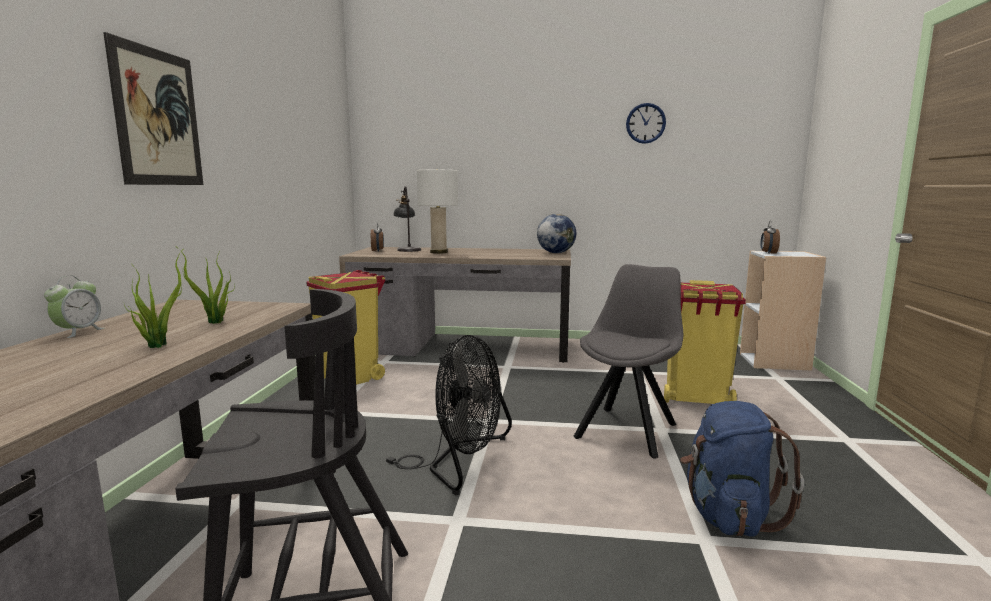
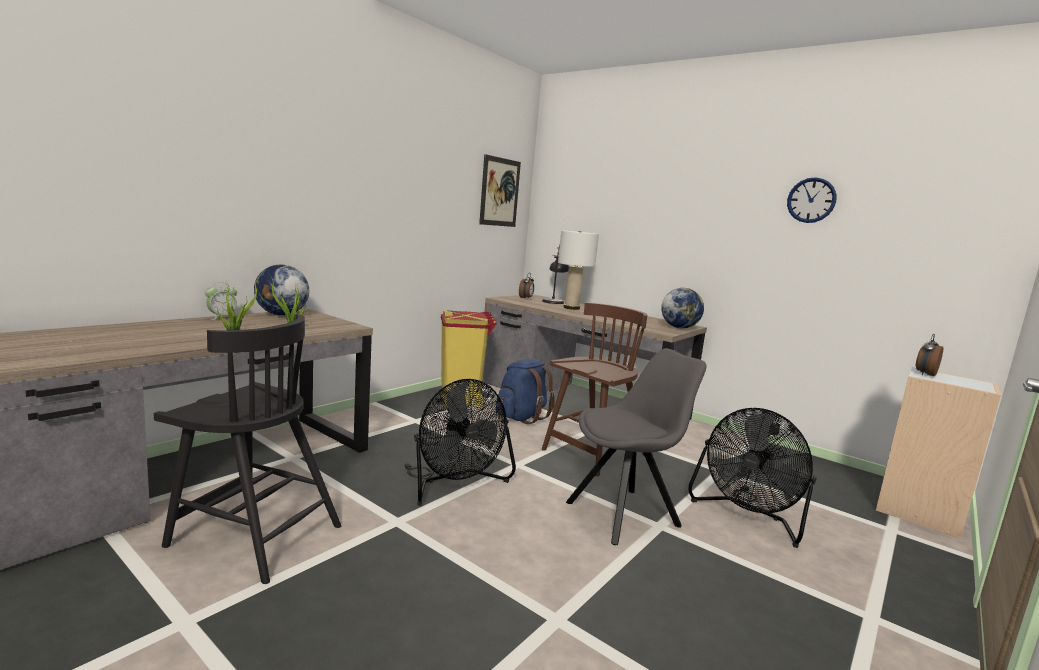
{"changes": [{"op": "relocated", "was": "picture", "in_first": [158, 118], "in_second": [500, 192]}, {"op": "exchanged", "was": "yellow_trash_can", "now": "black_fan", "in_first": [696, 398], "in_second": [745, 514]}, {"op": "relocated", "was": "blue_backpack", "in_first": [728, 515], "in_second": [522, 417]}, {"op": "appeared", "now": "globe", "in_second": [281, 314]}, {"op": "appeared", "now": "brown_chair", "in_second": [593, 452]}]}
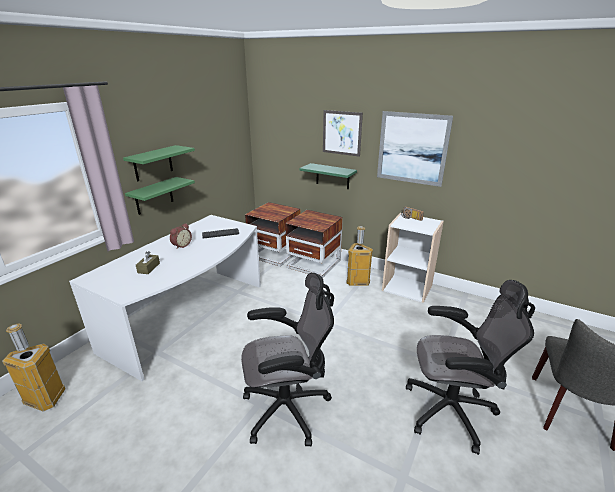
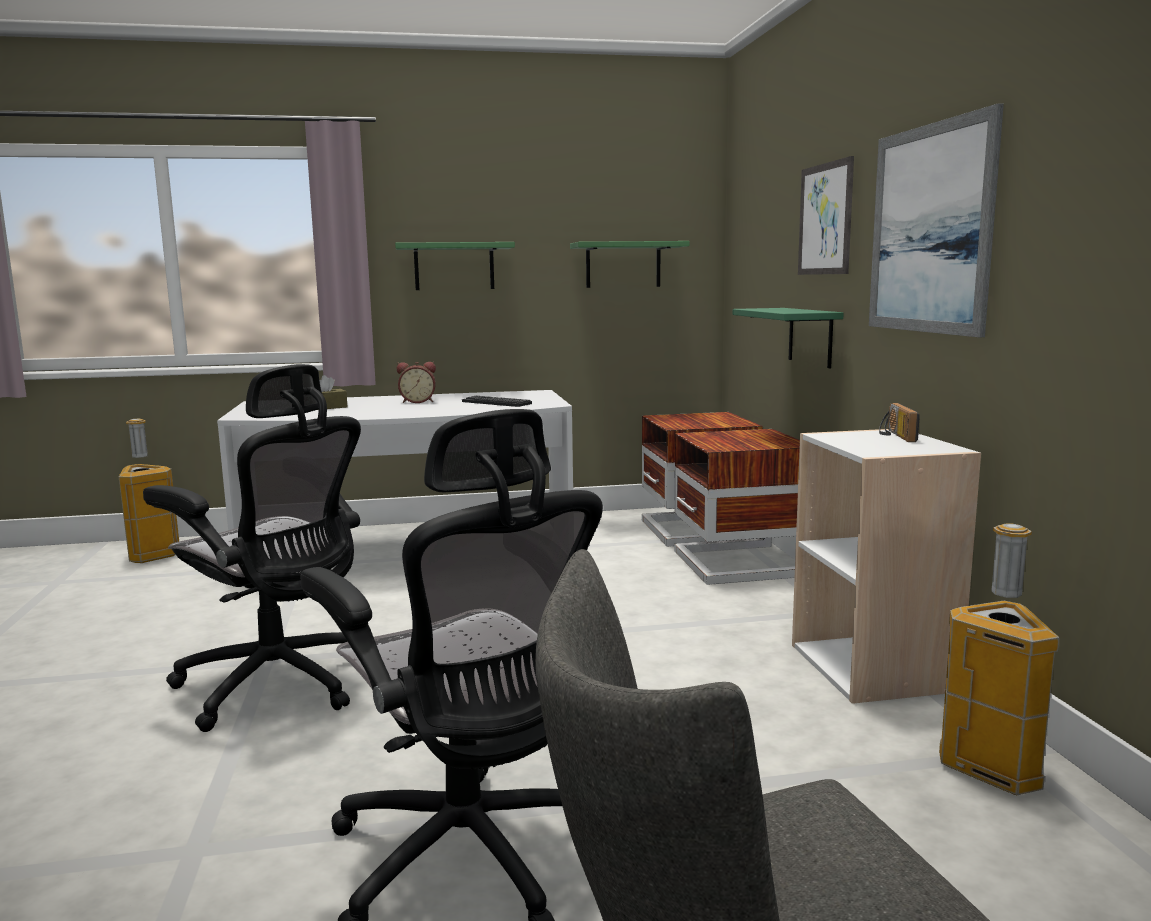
{"changes": [{"op": "relocated", "was": "green_shelf", "in_first": [154, 196], "in_second": [623, 265]}, {"op": "relocated", "was": "trash_can", "in_first": [358, 282], "in_second": [992, 771]}]}
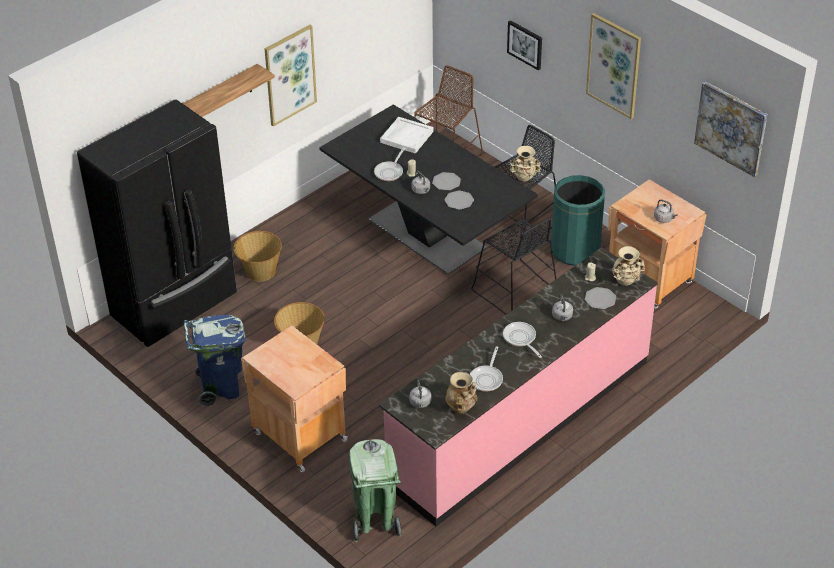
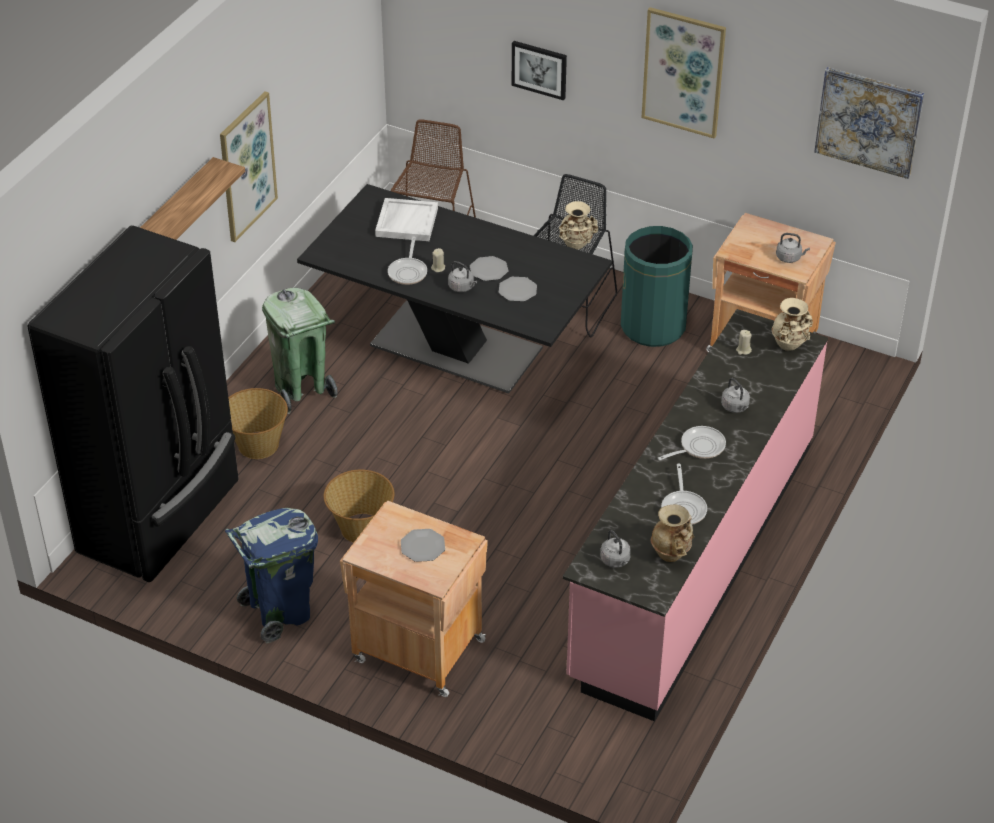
{"changes": [{"op": "missing", "was": "black_stool", "in_first": [514, 289]}, {"op": "relocated", "was": "plate", "in_first": [600, 299], "in_second": [422, 546]}, {"op": "spun", "was": "frying_pan", "in_first": [520, 339], "in_second": [699, 447], "clockwise": 105}, {"op": "relocated", "was": "green_trash_can", "in_first": [375, 521], "in_second": [302, 389]}]}
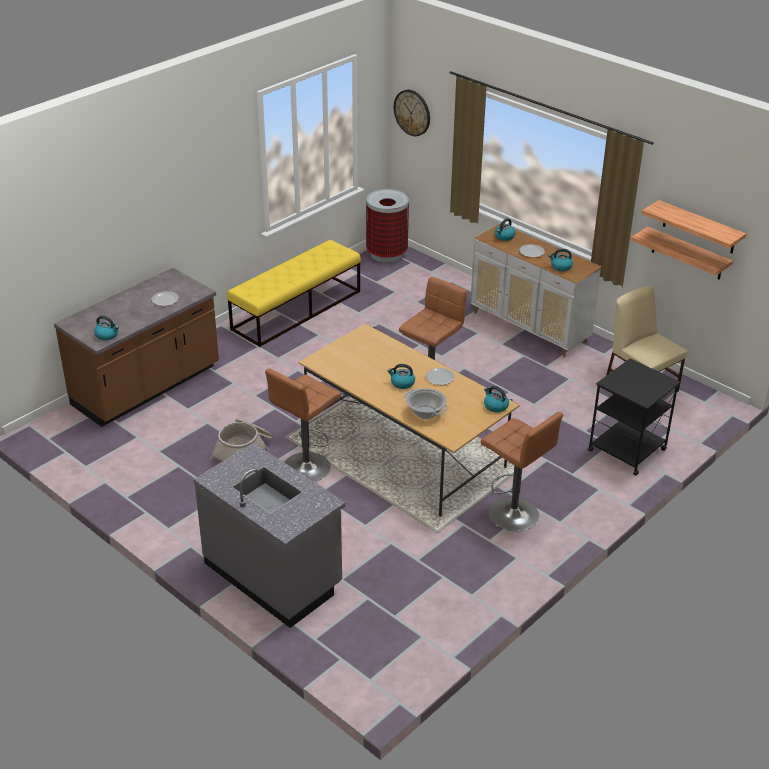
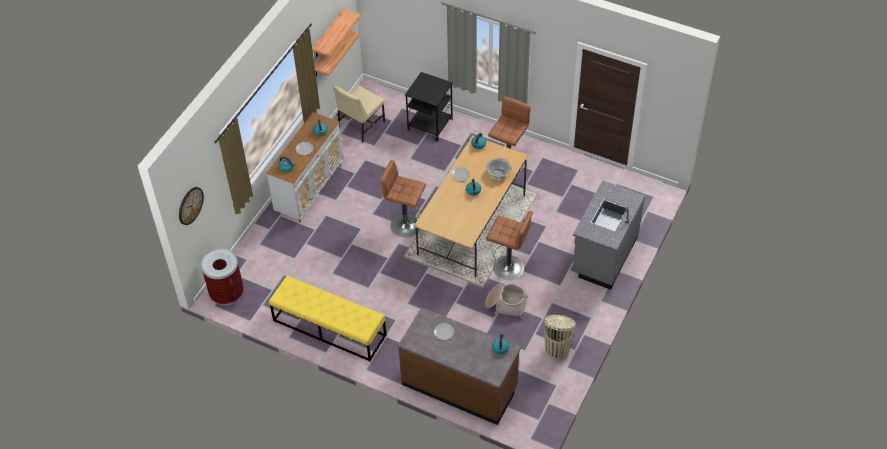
{"changes": [{"op": "appeared", "now": "beige_trash_can", "in_second": [557, 349]}]}
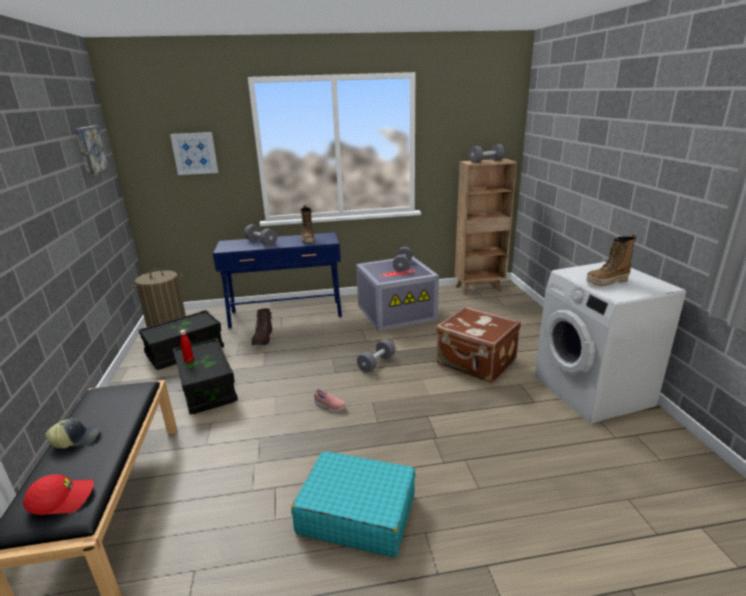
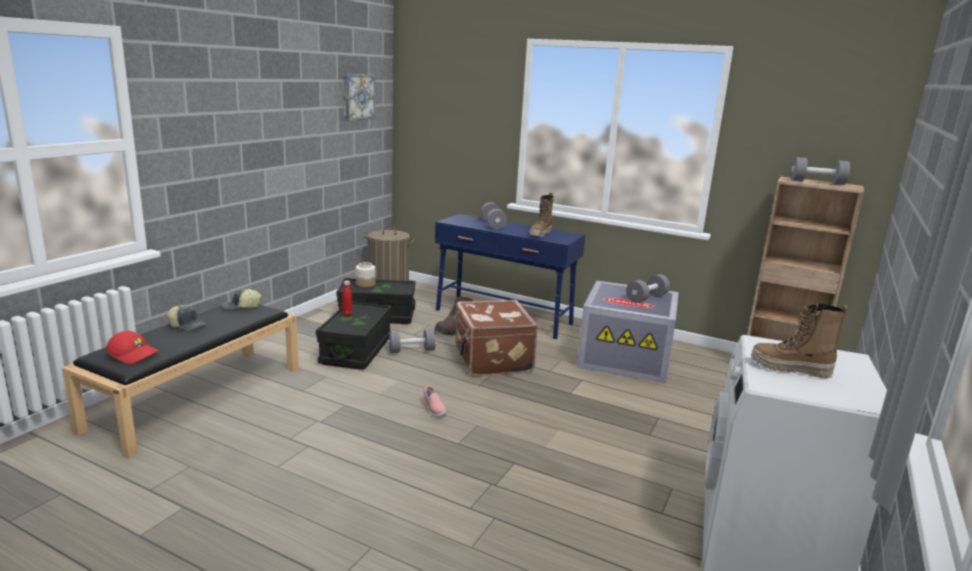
{"changes": [{"op": "missing", "was": "picture", "in_first": [195, 153]}, {"op": "relocated", "was": "brown_suitcase", "in_first": [476, 363], "in_second": [491, 360]}, {"op": "relocated", "was": "grey_dumbbell", "in_first": [376, 363], "in_second": [411, 350]}, {"op": "missing", "was": "turquoise_suitcase", "in_first": [356, 513]}, {"op": "appeared", "now": "jar", "in_second": [365, 284]}, {"op": "appeared", "now": "cap", "in_second": [241, 307]}]}
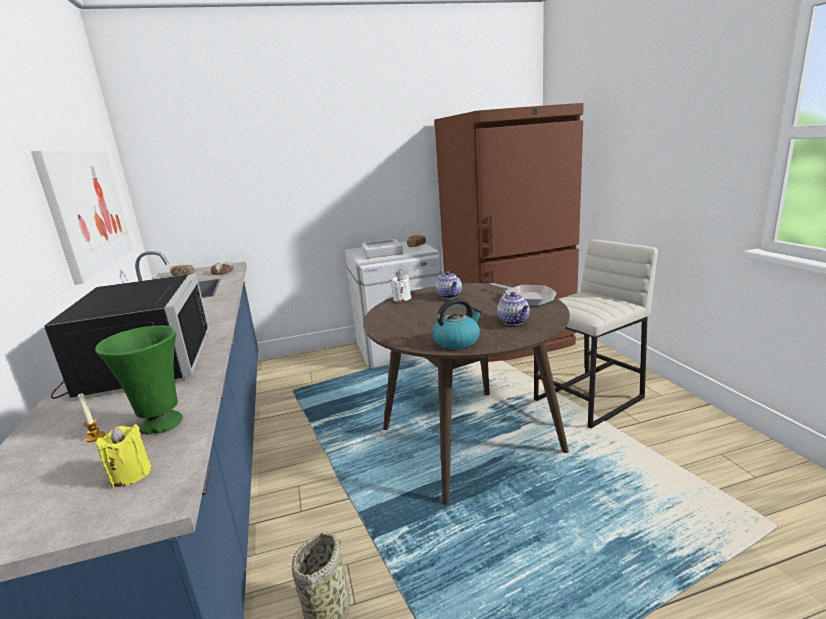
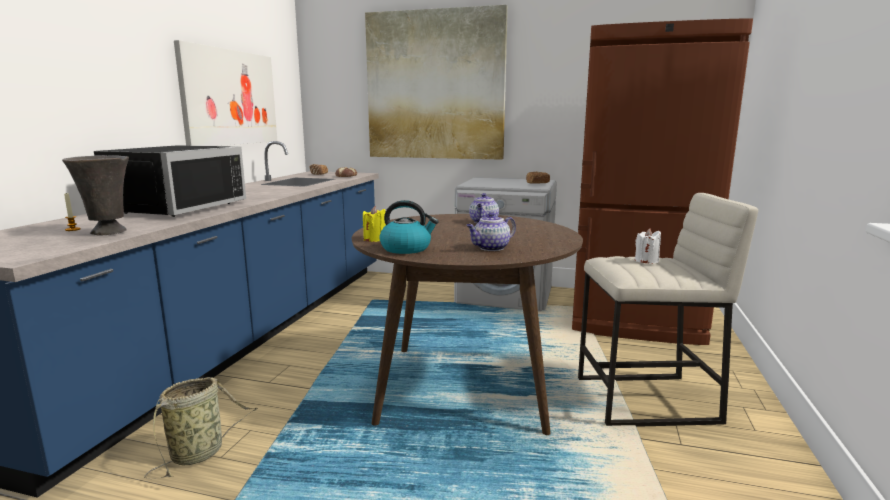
{"changes": [{"op": "missing", "was": "grey_tray", "in_first": [382, 252]}, {"op": "relocated", "was": "white_candle", "in_first": [402, 299], "in_second": [646, 261]}, {"op": "missing", "was": "frying_pan", "in_first": [526, 298]}, {"op": "spun", "was": "teapot", "in_first": [514, 321], "in_second": [490, 248], "clockwise": 45}, {"op": "colour", "was": "green_vase", "now": "grey_vase", "in_first": [162, 424], "in_second": [108, 233]}, {"op": "relocated", "was": "yellow_candle", "in_first": [131, 474], "in_second": [375, 239]}, {"op": "appeared", "now": "picture", "in_second": [435, 86]}]}
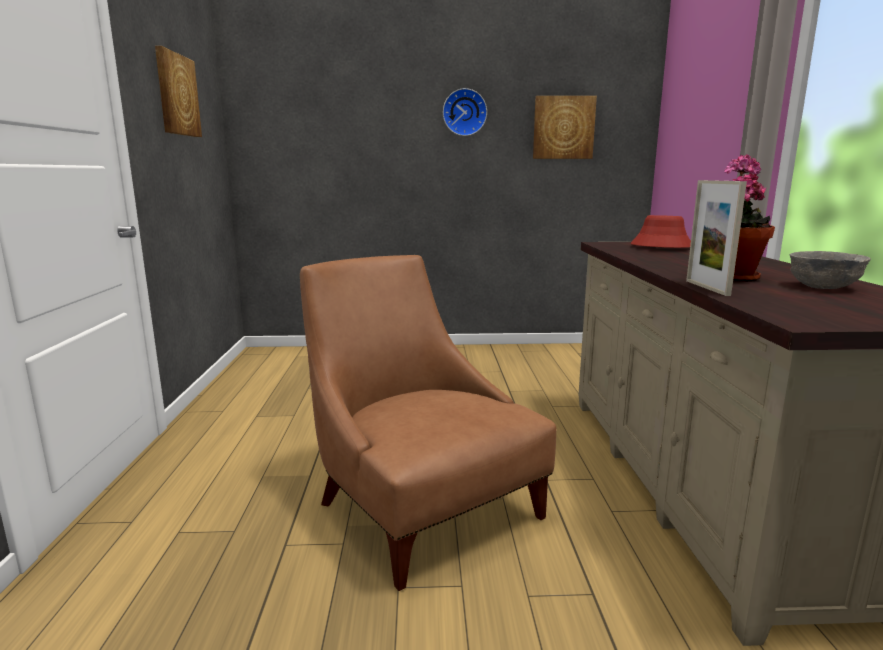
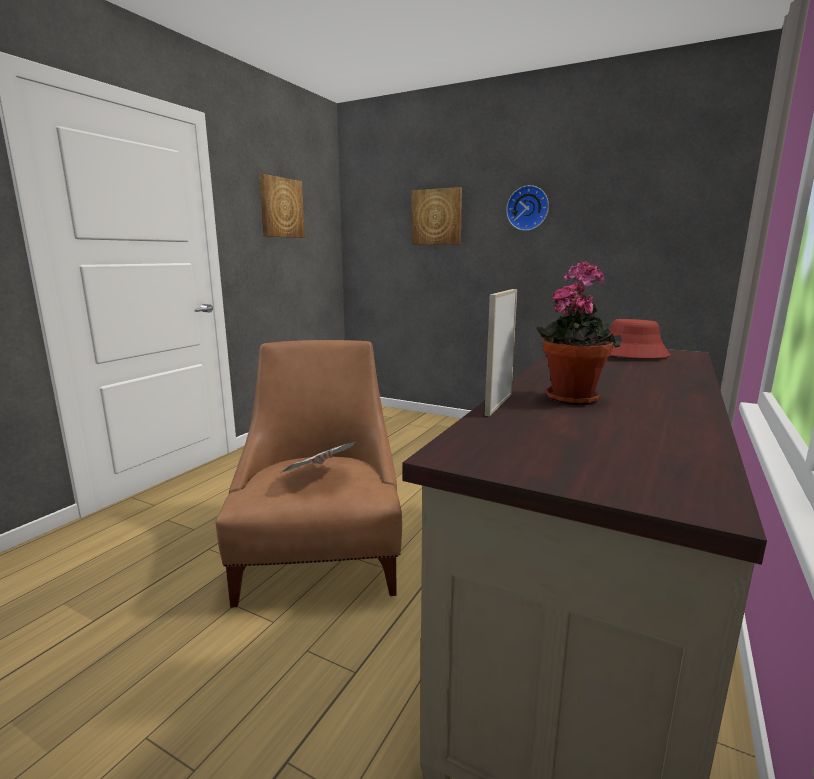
{"changes": [{"op": "relocated", "was": "picture", "in_first": [563, 128], "in_second": [437, 217]}, {"op": "missing", "was": "grey_bowl", "in_first": [824, 287]}, {"op": "appeared", "now": "newspaper", "in_second": [319, 476]}]}
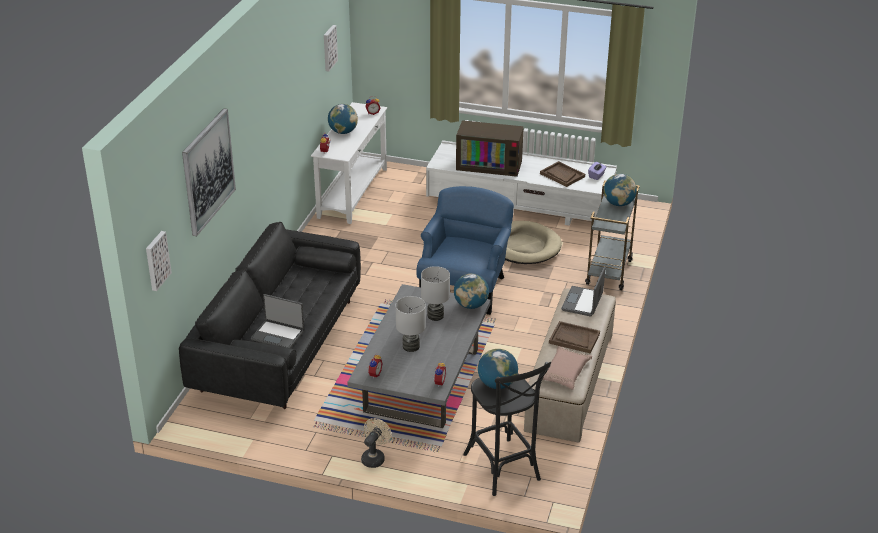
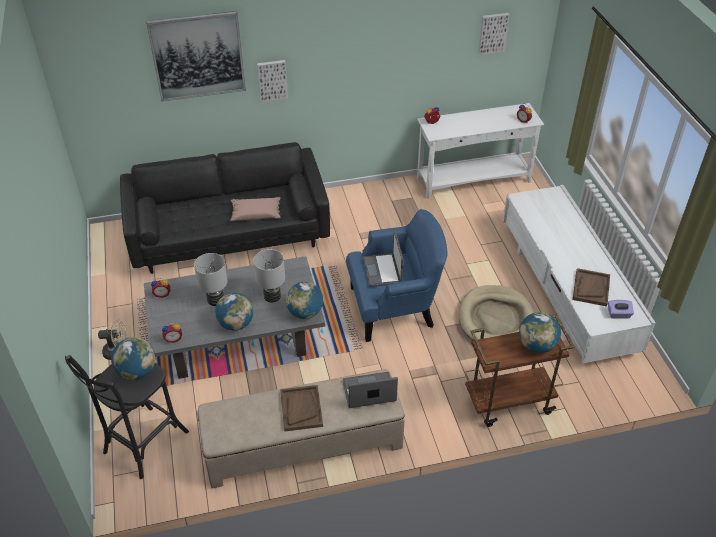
{"changes": [{"op": "relocated", "was": "globe", "in_first": [343, 132], "in_second": [236, 324]}, {"op": "missing", "was": "television", "in_first": [490, 164]}, {"op": "colour", "was": "grey_cart", "now": "brown_cart", "in_first": [608, 274], "in_second": [507, 404]}, {"op": "relocated", "was": "picture", "in_first": [156, 260], "in_second": [272, 80]}, {"op": "relocated", "was": "laptop", "in_first": [278, 335], "in_second": [383, 271]}, {"op": "relocated", "was": "beige_pillow", "in_first": [565, 371], "in_second": [255, 212]}]}
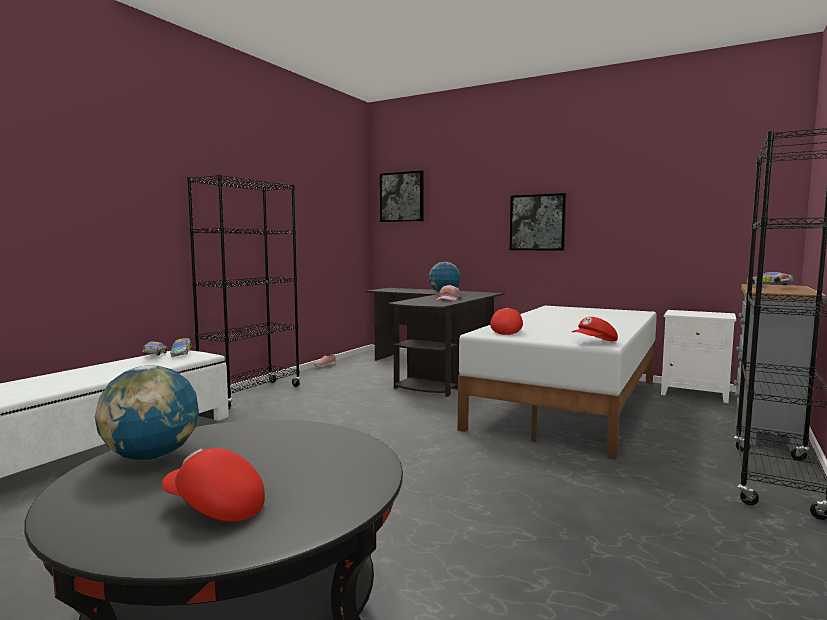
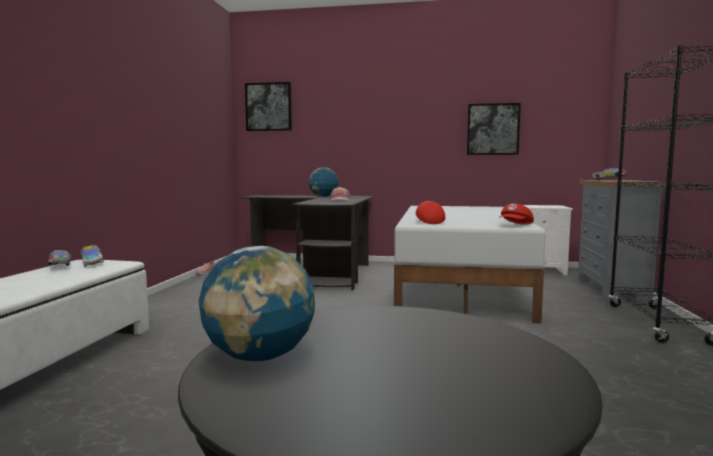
{"changes": [{"op": "missing", "was": "black_bookcase", "in_first": [252, 394]}, {"op": "relocated", "was": "picture", "in_first": [537, 222], "in_second": [492, 129]}, {"op": "missing", "was": "red_cap", "in_first": [214, 507]}]}
